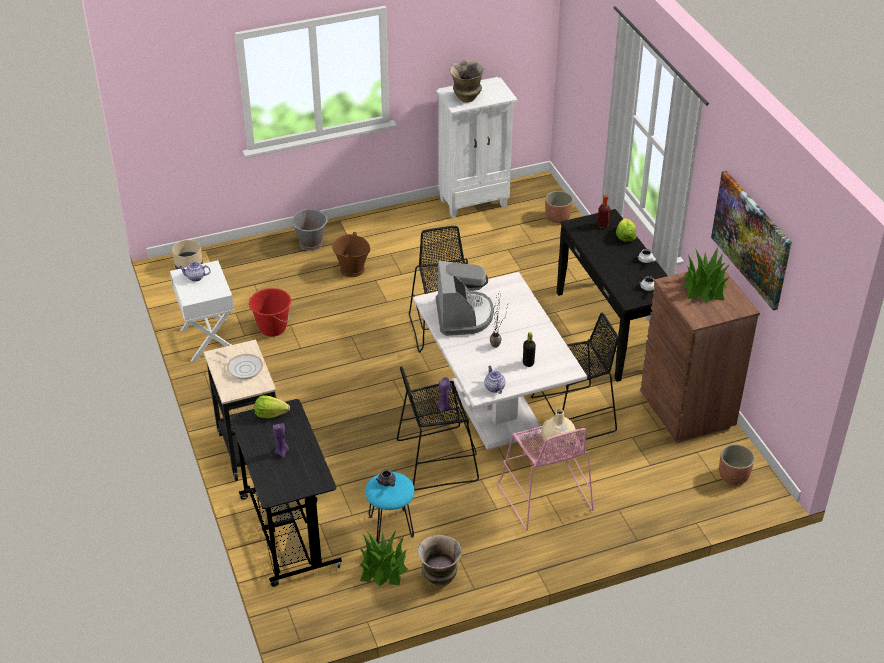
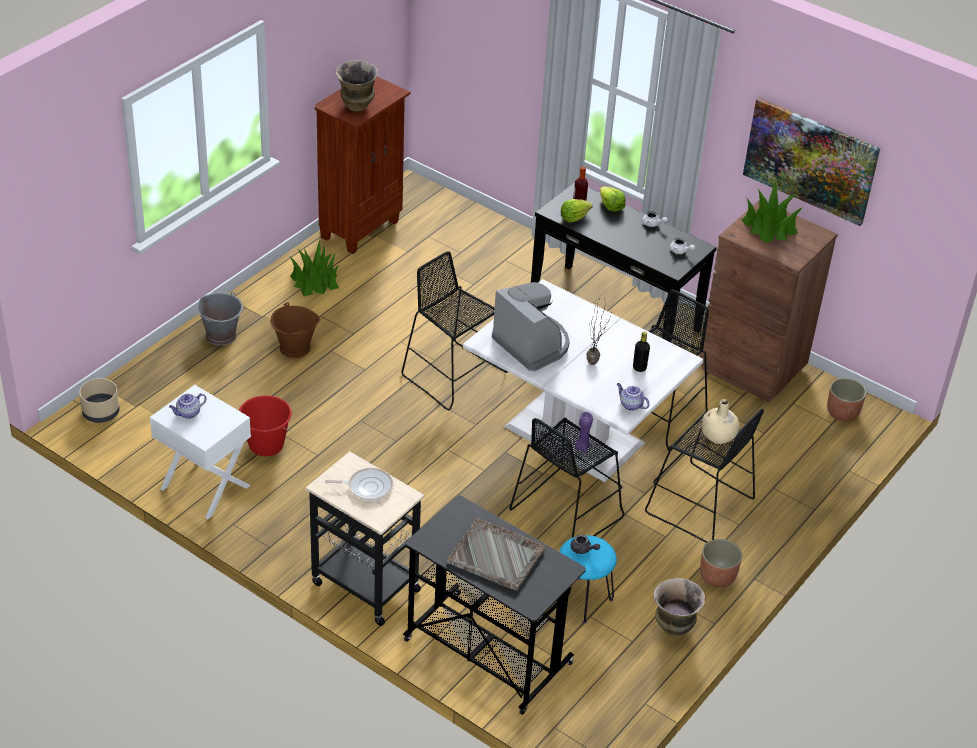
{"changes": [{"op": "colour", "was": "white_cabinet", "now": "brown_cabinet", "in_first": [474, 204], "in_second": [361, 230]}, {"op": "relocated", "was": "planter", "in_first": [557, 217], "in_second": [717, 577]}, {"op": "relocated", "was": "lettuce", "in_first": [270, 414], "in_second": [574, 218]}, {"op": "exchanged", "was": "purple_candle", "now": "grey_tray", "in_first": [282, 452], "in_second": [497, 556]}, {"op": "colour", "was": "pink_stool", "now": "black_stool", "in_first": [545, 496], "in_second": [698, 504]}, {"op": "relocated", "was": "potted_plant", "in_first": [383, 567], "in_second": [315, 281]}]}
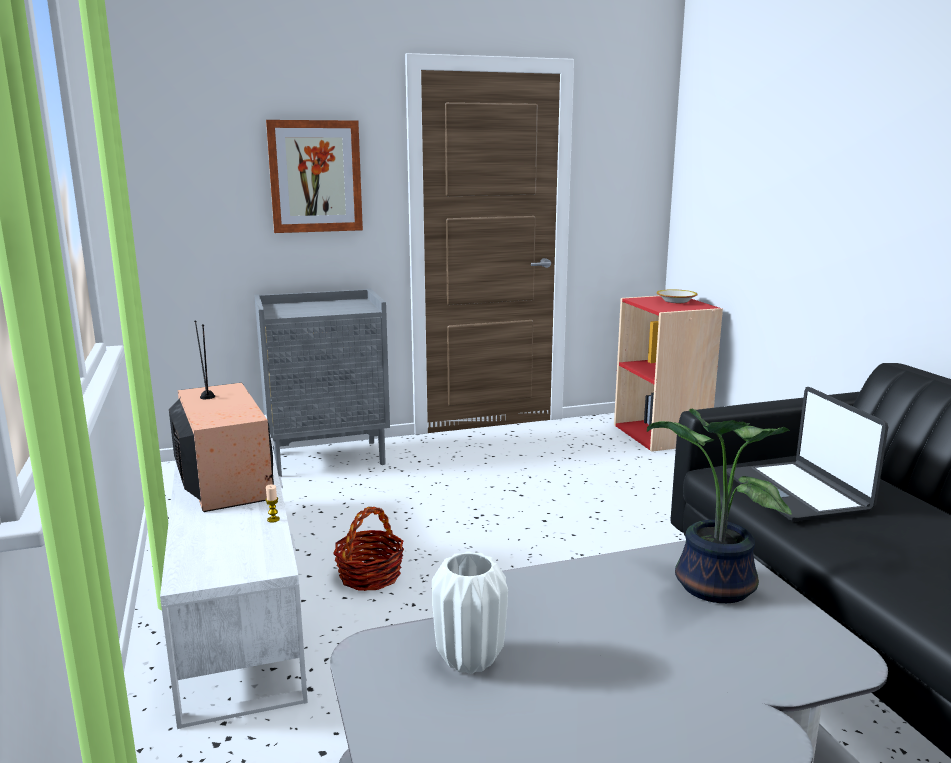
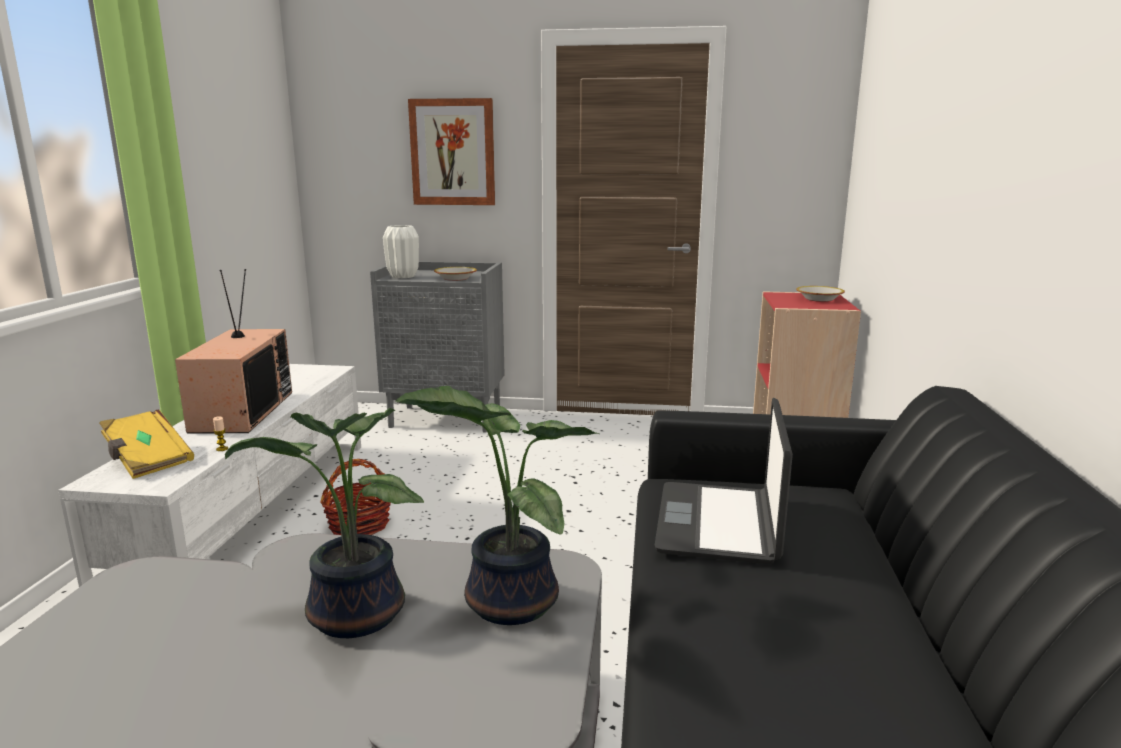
{"changes": [{"op": "relocated", "was": "white_vase", "in_first": [470, 660], "in_second": [403, 276]}, {"op": "appeared", "now": "bowl", "in_second": [455, 278]}, {"op": "appeared", "now": "potted_plant", "in_second": [351, 617]}, {"op": "appeared", "now": "yellow_book", "in_second": [147, 460]}]}
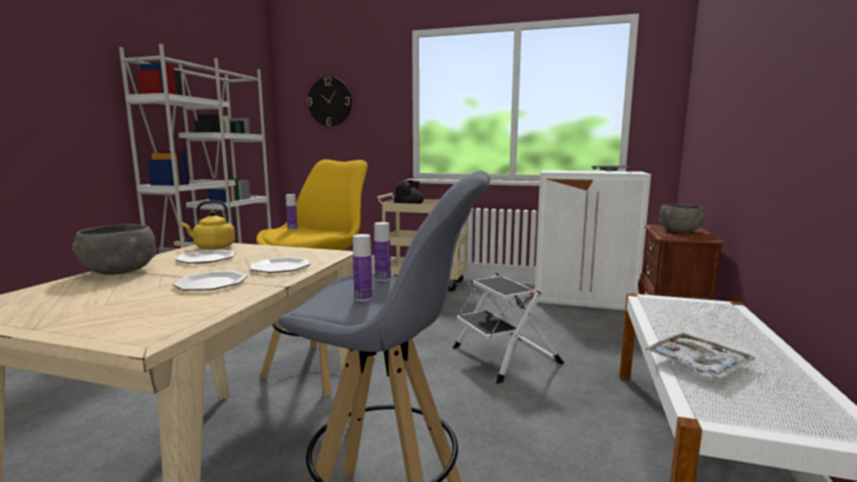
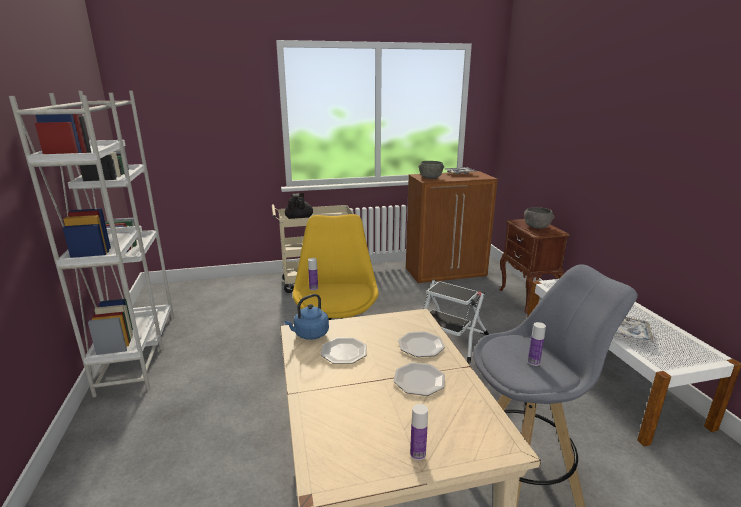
{"changes": [{"op": "missing", "was": "wall_clock", "in_first": [330, 101]}, {"op": "colour", "was": "white_cabinet", "now": "brown_cabinet", "in_first": [584, 298], "in_second": [446, 271]}, {"op": "colour", "was": "yellow_kettle", "now": "blue_kettle", "in_first": [212, 247], "in_second": [310, 334]}, {"op": "relocated", "was": "bottle", "in_first": [382, 278], "in_second": [417, 454]}, {"op": "relocated", "was": "grey_bowl", "in_first": [119, 271], "in_second": [430, 178]}]}
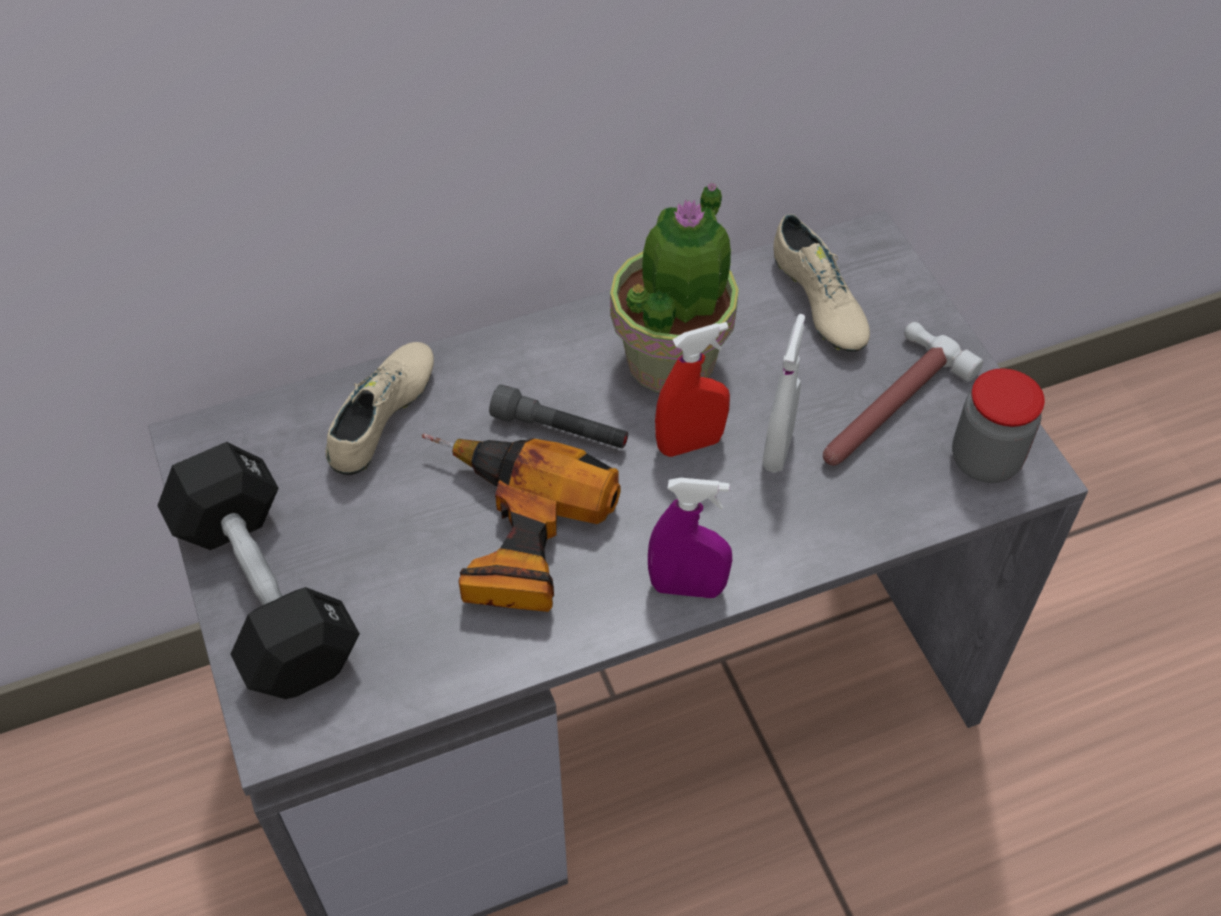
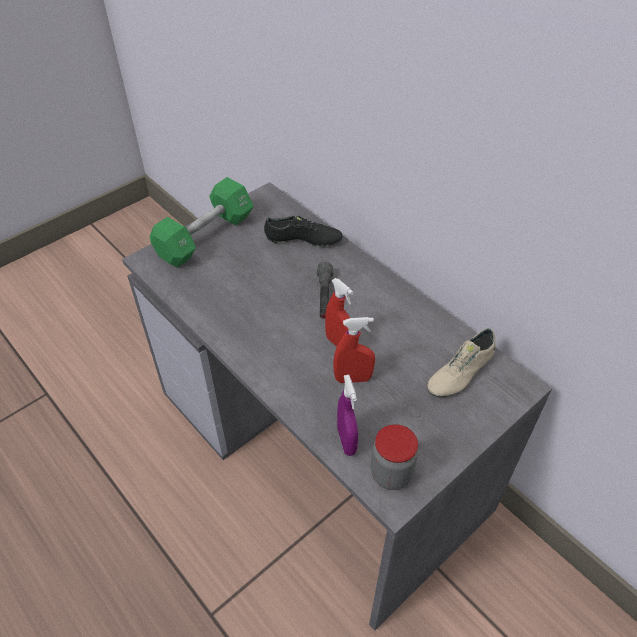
{"changes": [{"op": "missing", "was": "potted_plant", "in_first": [672, 359]}, {"op": "colour", "was": "white_spray_bottle", "now": "red_spray_bottle", "in_first": [777, 449], "in_second": [353, 378]}, {"op": "missing", "was": "hammer", "in_first": [885, 407]}, {"op": "colour", "was": "beige_shoe", "now": "black_shoe", "in_first": [383, 418], "in_second": [303, 241]}, {"op": "missing", "was": "power_drill", "in_first": [509, 534]}, {"op": "colour", "was": "black_dumbbell", "now": "green_dumbbell", "in_first": [265, 593], "in_second": [205, 236]}, {"op": "relocated", "was": "purple_spray_bottle", "in_first": [687, 587], "in_second": [346, 441]}]}
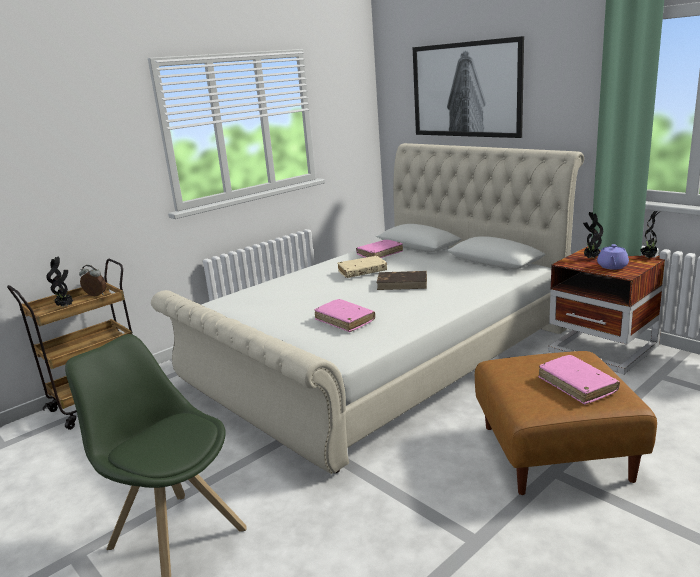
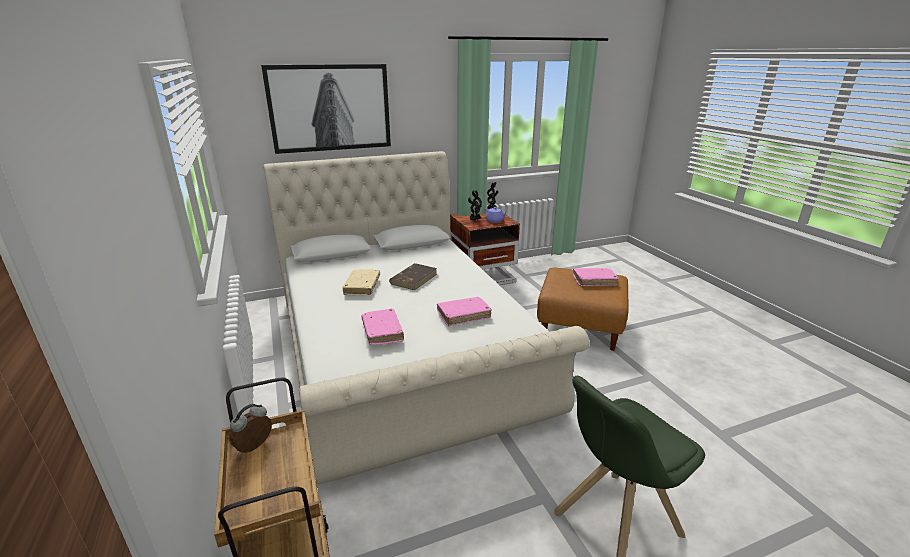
{"changes": [{"op": "relocated", "was": "pink_book", "in_first": [380, 254], "in_second": [382, 332]}, {"op": "missing", "was": "potted_plant", "in_first": [66, 306]}]}
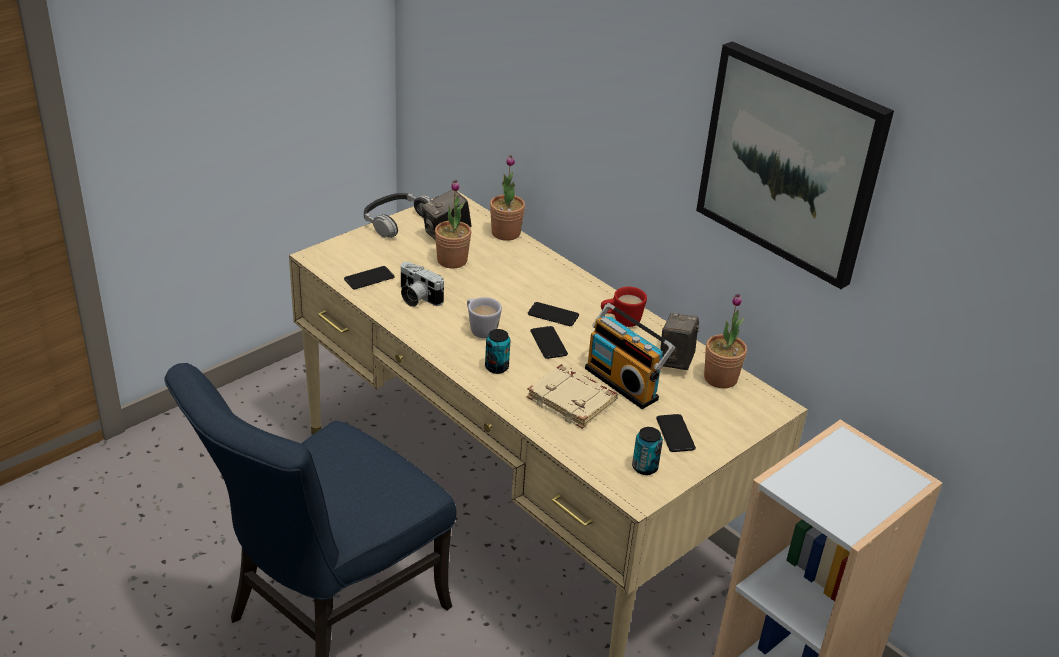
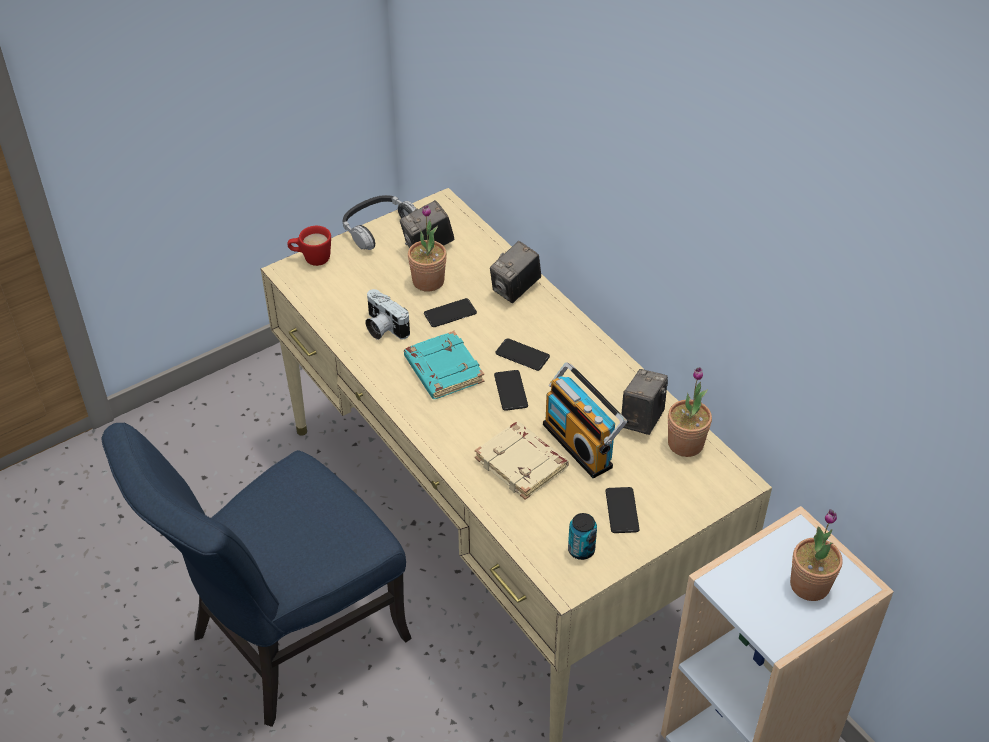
{"changes": [{"op": "missing", "was": "picture", "in_first": [791, 162]}, {"op": "relocated", "was": "potted_plant", "in_first": [506, 233], "in_second": [809, 585]}, {"op": "relocated", "was": "phone", "in_first": [369, 278], "in_second": [450, 313]}, {"op": "relocated", "was": "red_mug", "in_first": [621, 321], "in_second": [311, 259]}, {"op": "exchanged", "was": "white_mug", "now": "turquoise_book", "in_first": [480, 329], "in_second": [442, 370]}, {"op": "missing", "was": "can", "in_first": [496, 367]}, {"op": "appeared", "now": "photo_camera", "in_second": [515, 289]}]}
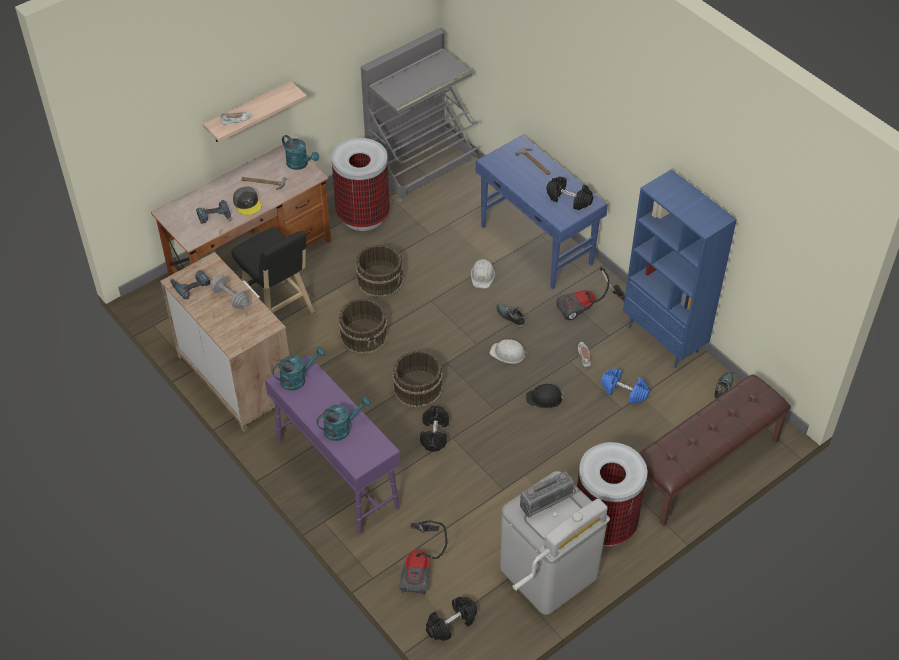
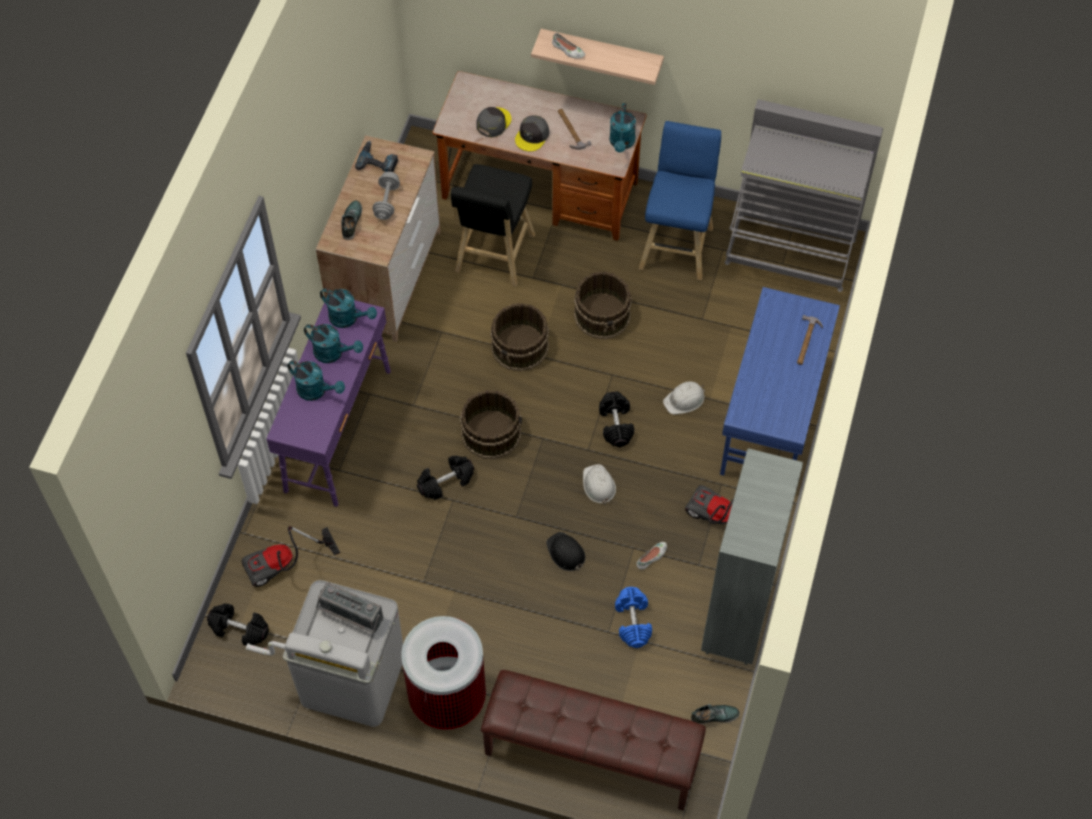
{"changes": [{"op": "exchanged", "was": "trash_can", "now": "blue_stool", "in_first": [363, 215], "in_second": [677, 245]}, {"op": "colour", "was": "blue_bookcase", "now": "grey_bookcase", "in_first": [664, 339], "in_second": [737, 621]}, {"op": "relocated", "was": "black_dumbbell", "in_first": [569, 199], "in_second": [616, 425]}, {"op": "exchanged", "was": "power_drill", "now": "grey_cap", "in_first": [215, 217], "in_second": [493, 122]}, {"op": "relocated", "was": "shoe", "in_first": [509, 317], "in_second": [351, 221]}, {"op": "appeared", "now": "turquoise_watering_can", "in_second": [333, 353]}]}
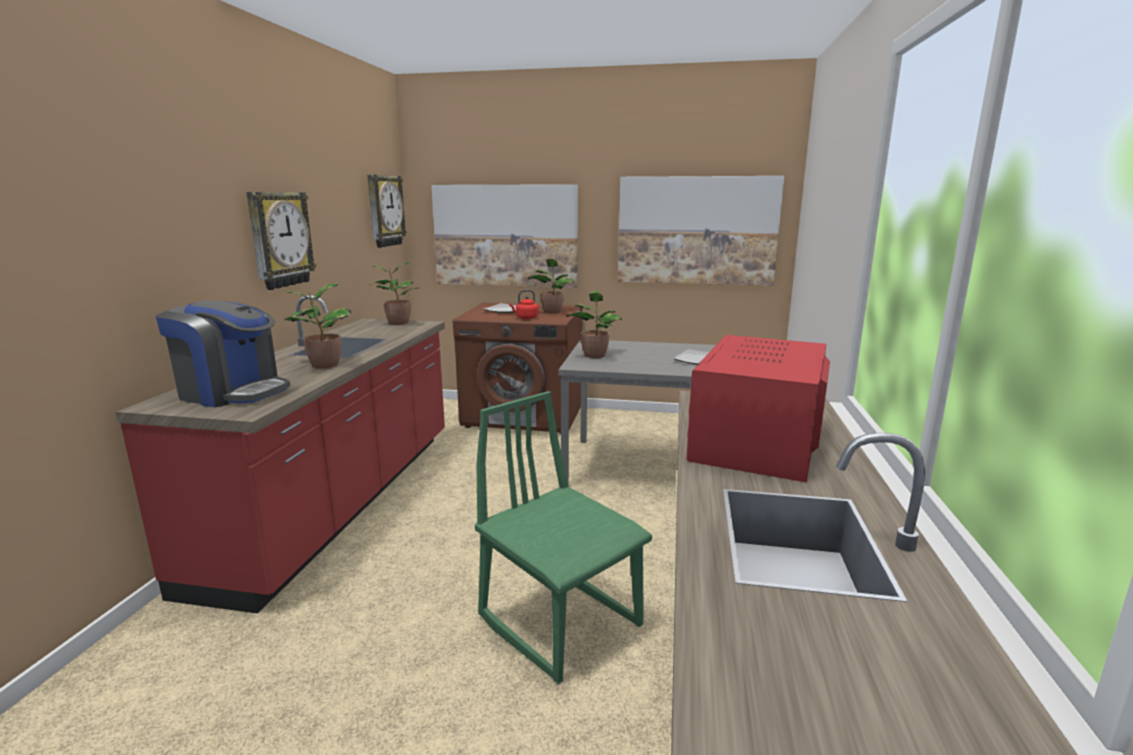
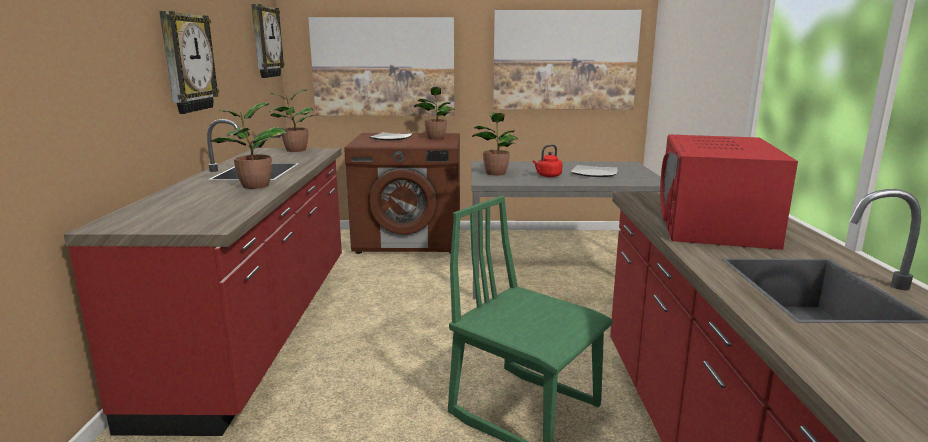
{"changes": [{"op": "relocated", "was": "red_kettle", "in_first": [525, 318], "in_second": [547, 176]}, {"op": "missing", "was": "coffee_machine", "in_first": [232, 392]}]}
